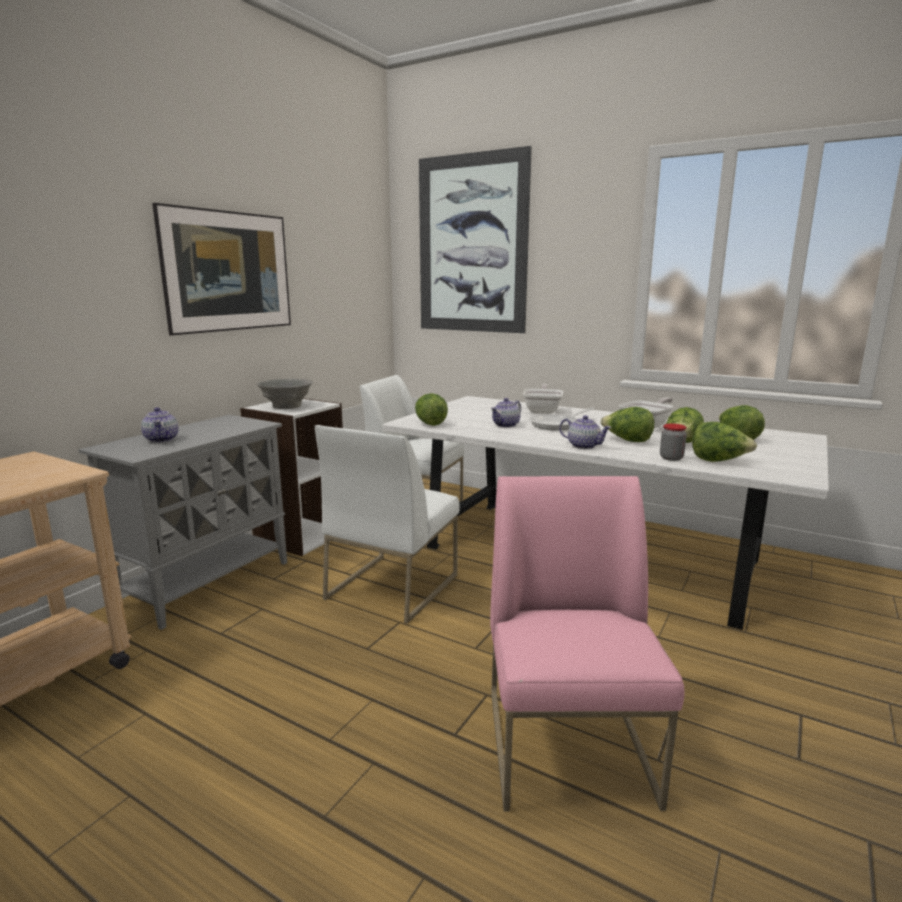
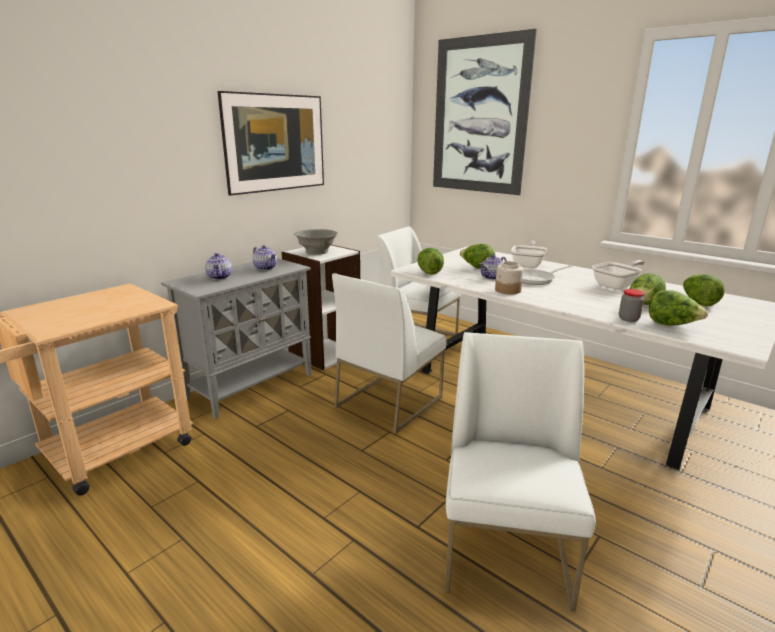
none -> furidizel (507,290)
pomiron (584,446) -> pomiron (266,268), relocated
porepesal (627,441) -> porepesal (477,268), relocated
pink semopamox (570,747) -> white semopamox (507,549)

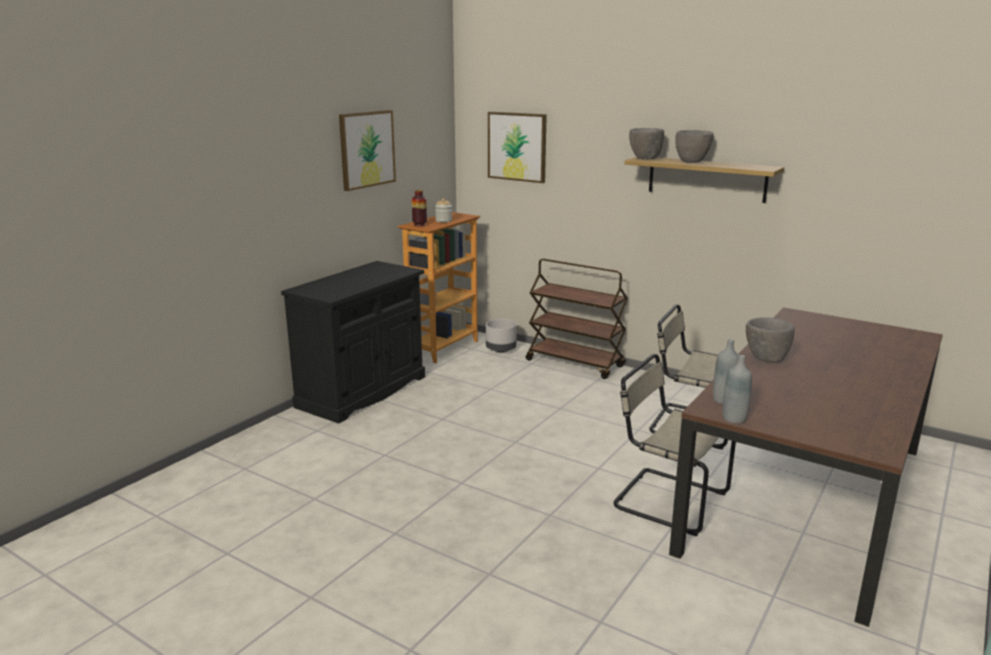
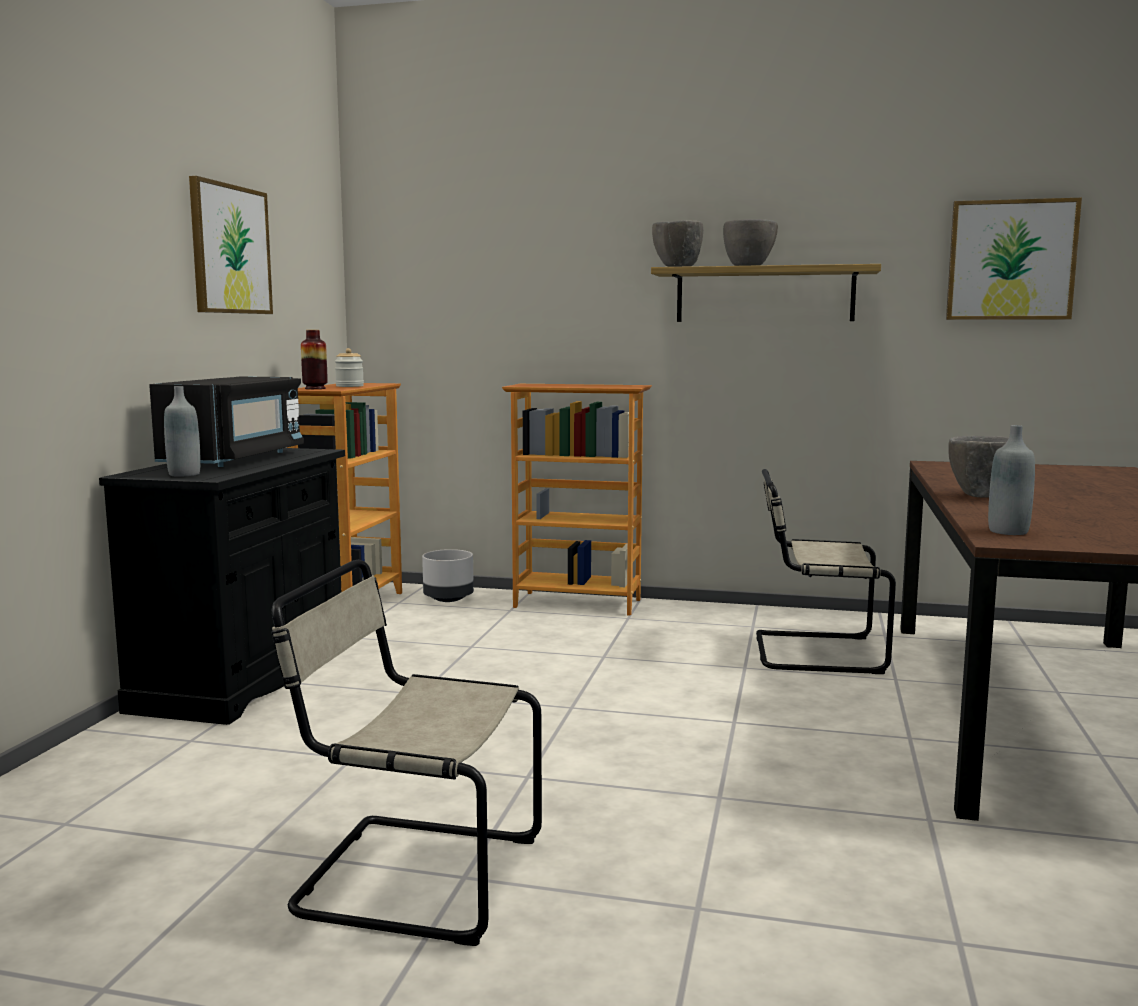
none -> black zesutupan (235,459)
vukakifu (517,146) -> vukakifu (1011,260), relocated
beige semopamox (666,499) -> beige semopamox (411,876), relocated
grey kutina (734,418) -> grey kutina (184,474), relocated
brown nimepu (575,363) -> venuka (578,603)

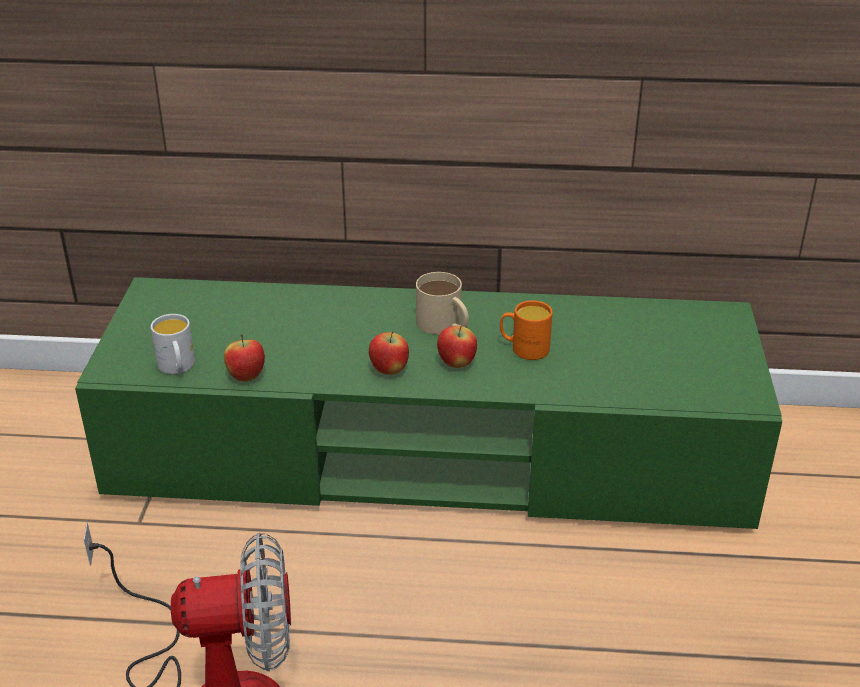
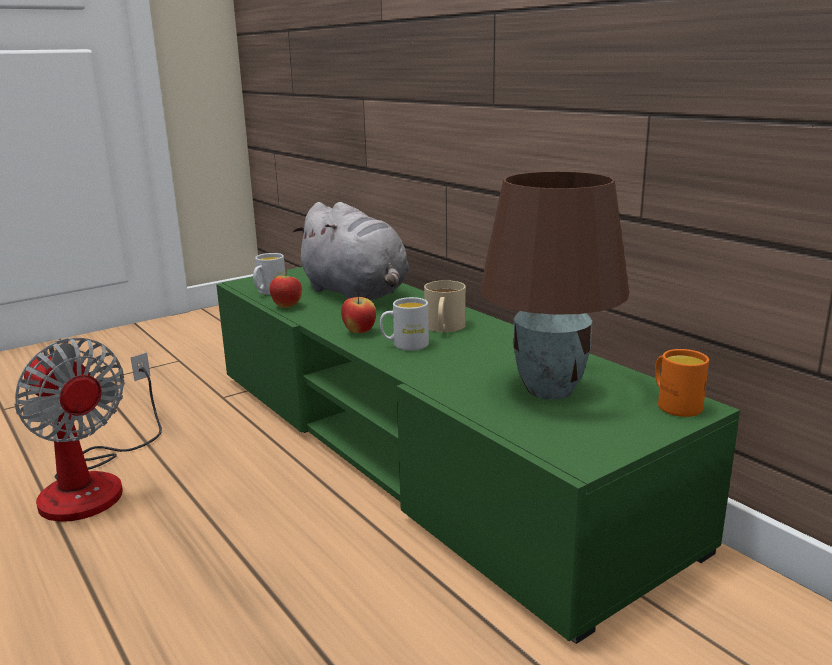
none -> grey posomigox (357,294)
none -> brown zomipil (548,389)
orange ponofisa (524,348) -> orange ponofisa (674,404), relocated
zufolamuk (456,364) -> white ponofisa (404,345)

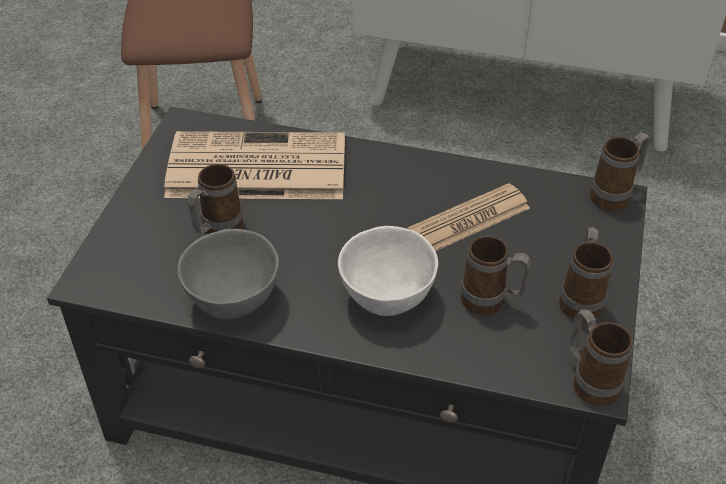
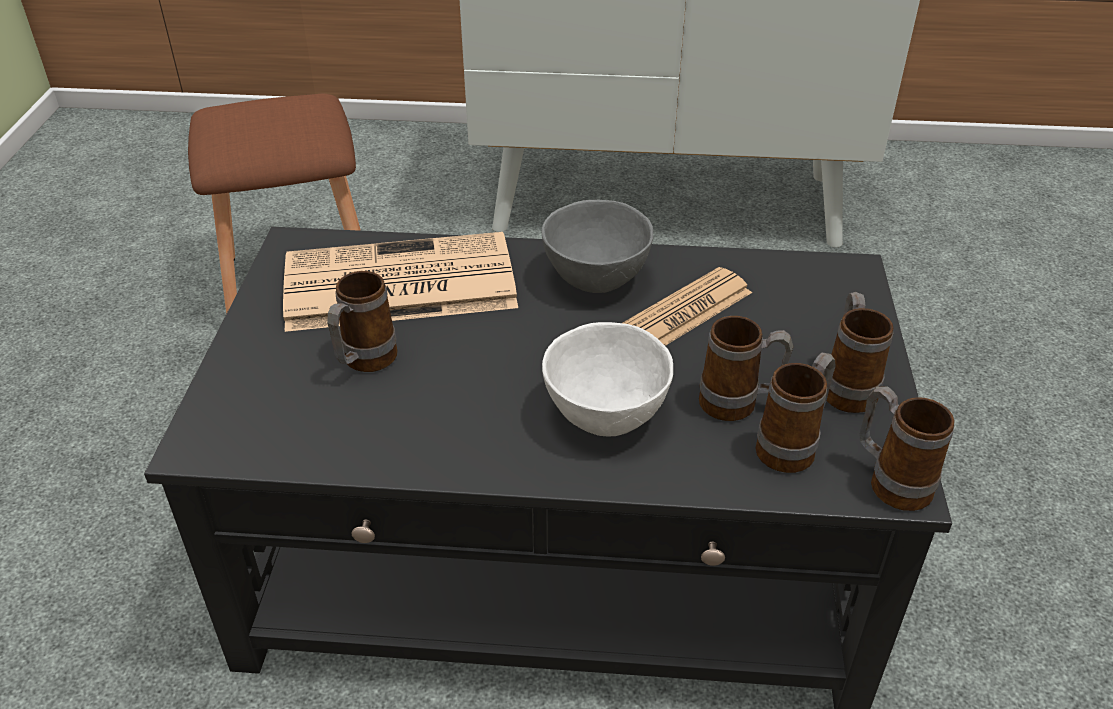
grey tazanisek (234,299) -> grey tazanisek (596,278), relocated
ponofisa (616,194) -> ponofisa (792,446), relocated

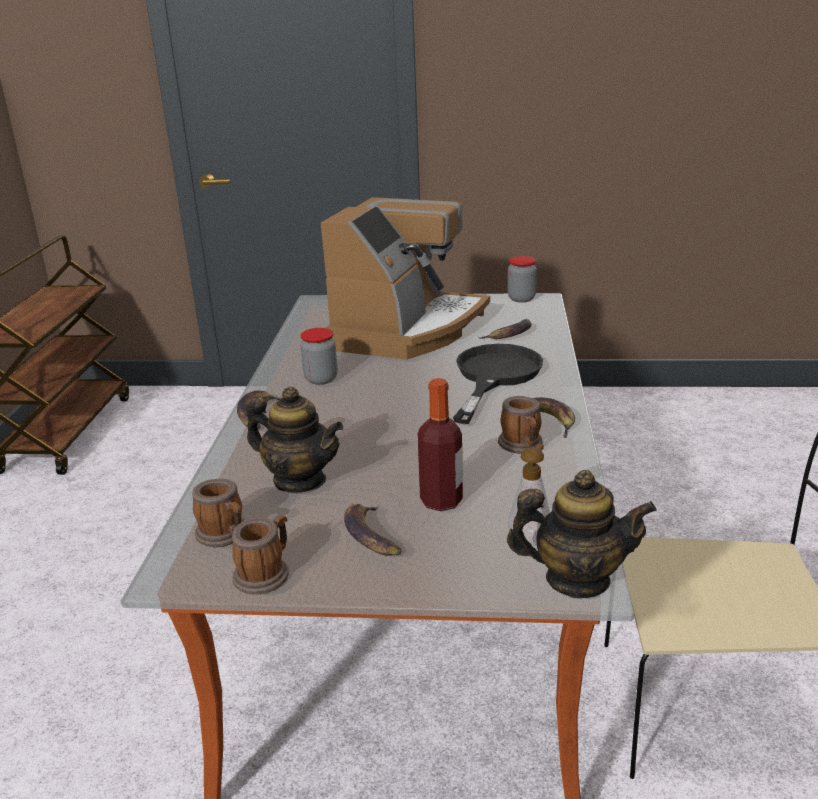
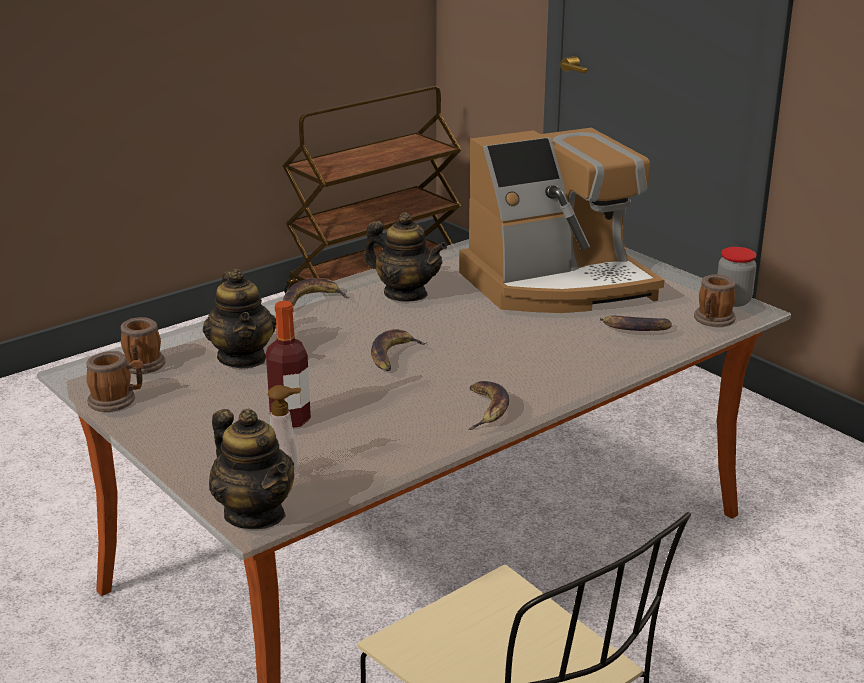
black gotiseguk (494,376) -> none
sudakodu (370,535) -> sudakodu (393,355), relocated
ponofisa (522,445) -> ponofisa (713,320), relocated
furidizel (321,379) -> pomiron (405,294)

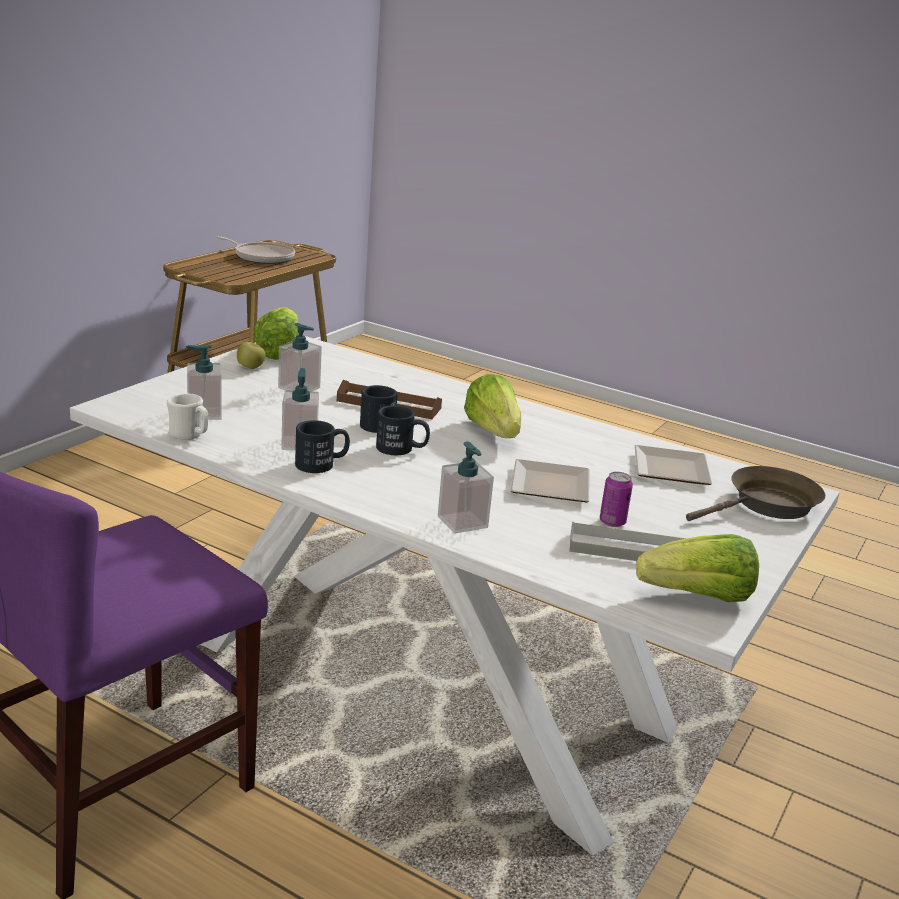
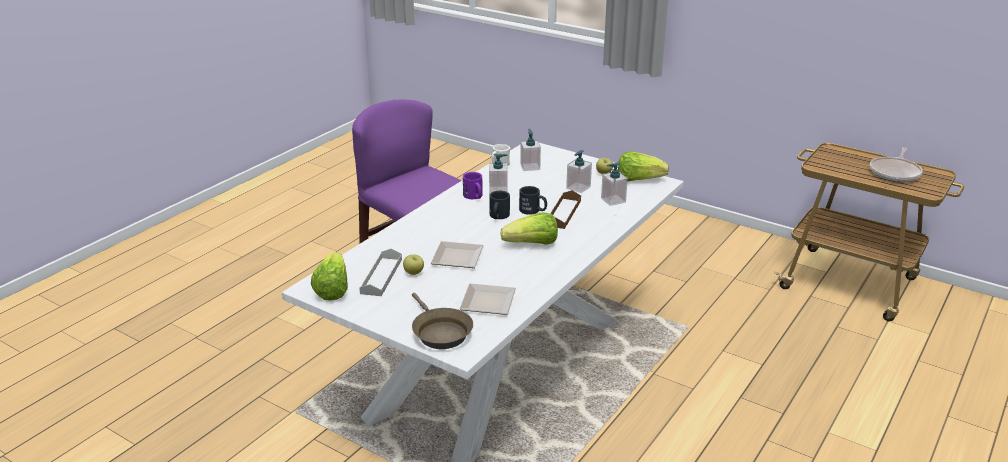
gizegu (462,522) -> gizegu (613,200), relocated
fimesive (612,522) -> zufolamuk (414,273)
black ponofisa (322,464) -> purple ponofisa (474,196)

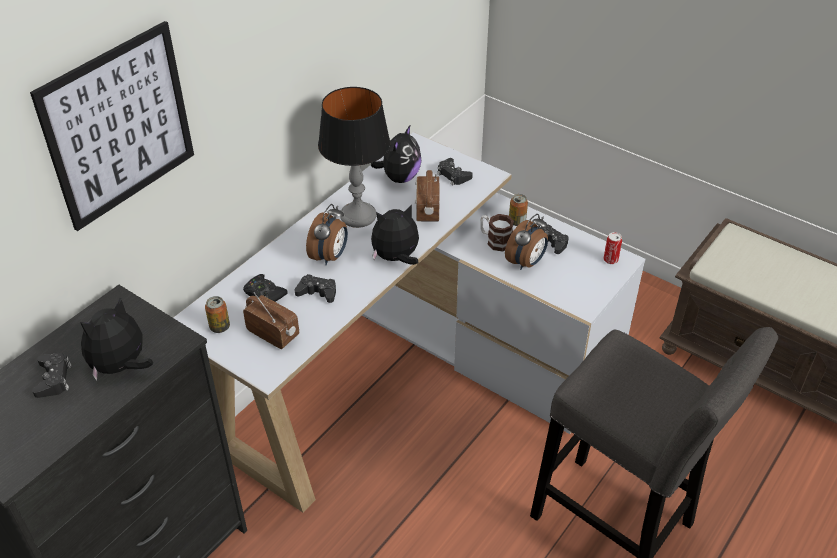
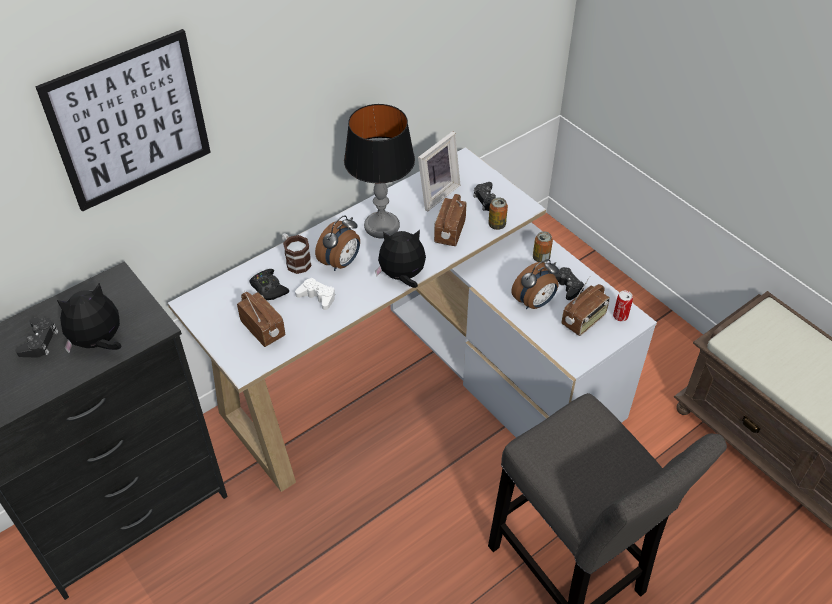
none -> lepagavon (584,321)
fimesive (219,327) -> fimesive (497,225), relocated
ponofisa (495,241) -> ponofisa (295,261), relocated
posomigox (399,177) -> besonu (435,193)
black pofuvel (317,292) -> white pofuvel (317,297)

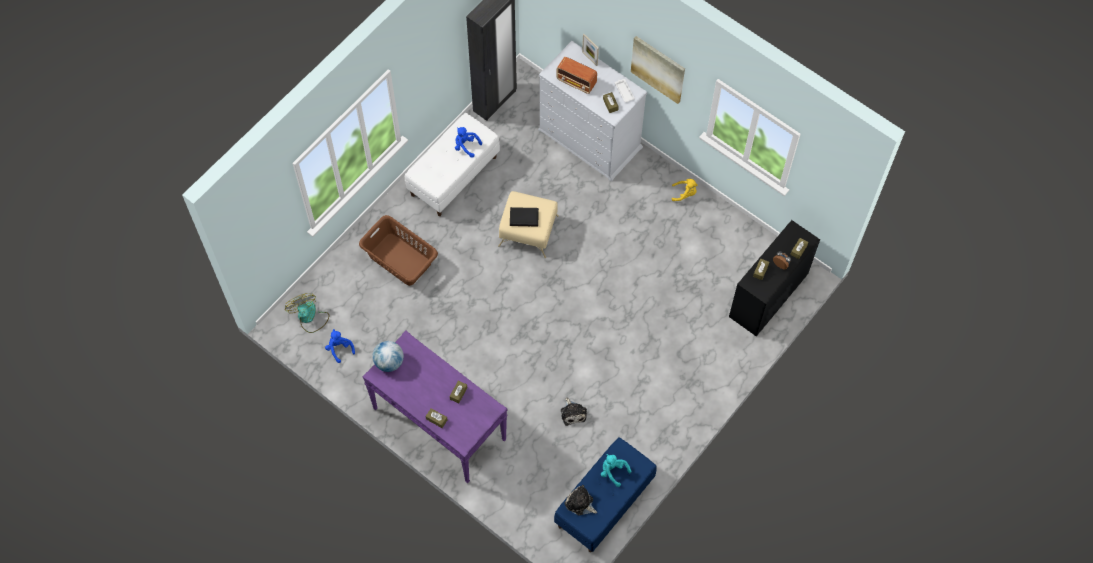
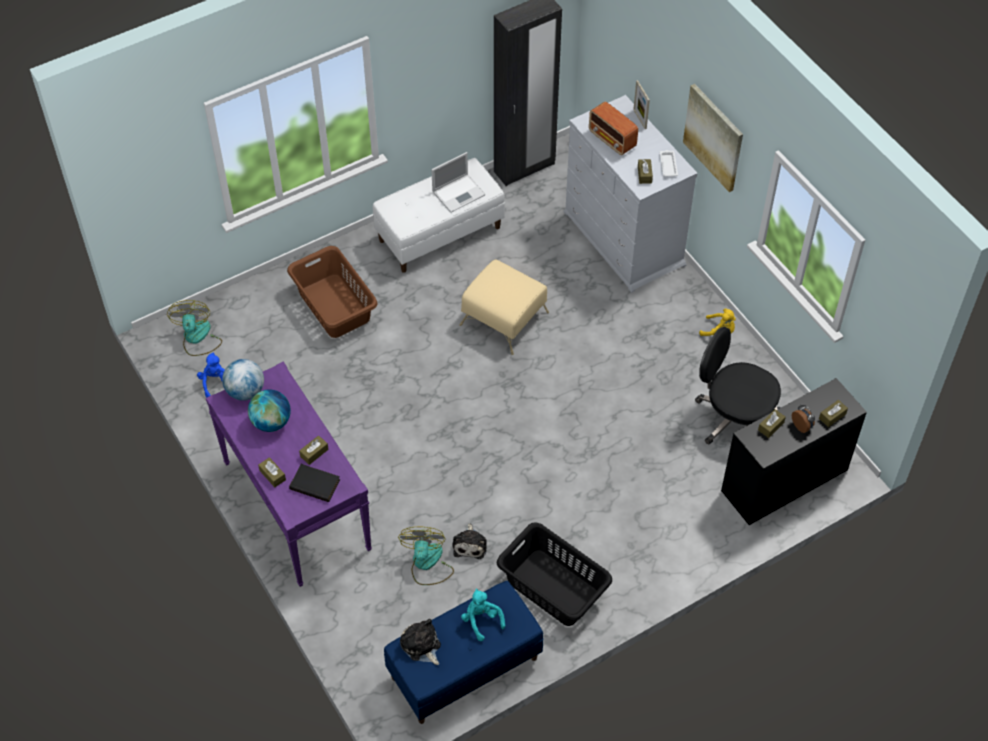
none -> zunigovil (271,422)
none -> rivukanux (427,564)
none -> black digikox (553,588)
none -> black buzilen (734,417)
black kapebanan (524,217) -> black kapebanan (315,484), relocated
blue posomigox (466,146) -> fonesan (459,193)

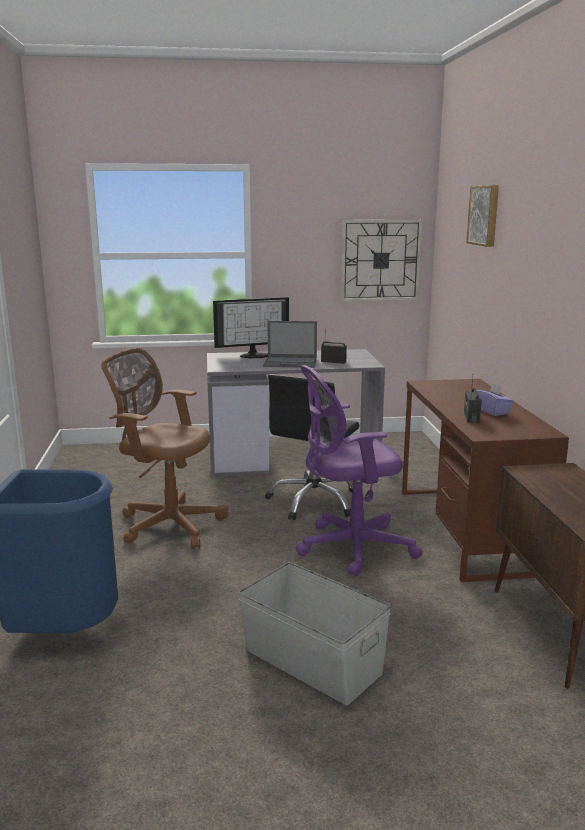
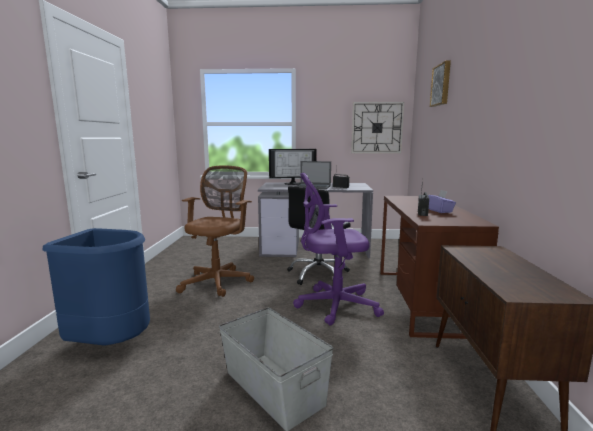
brown buzilen (168,524) -> brown buzilen (218,281), 75 degrees clockwise

